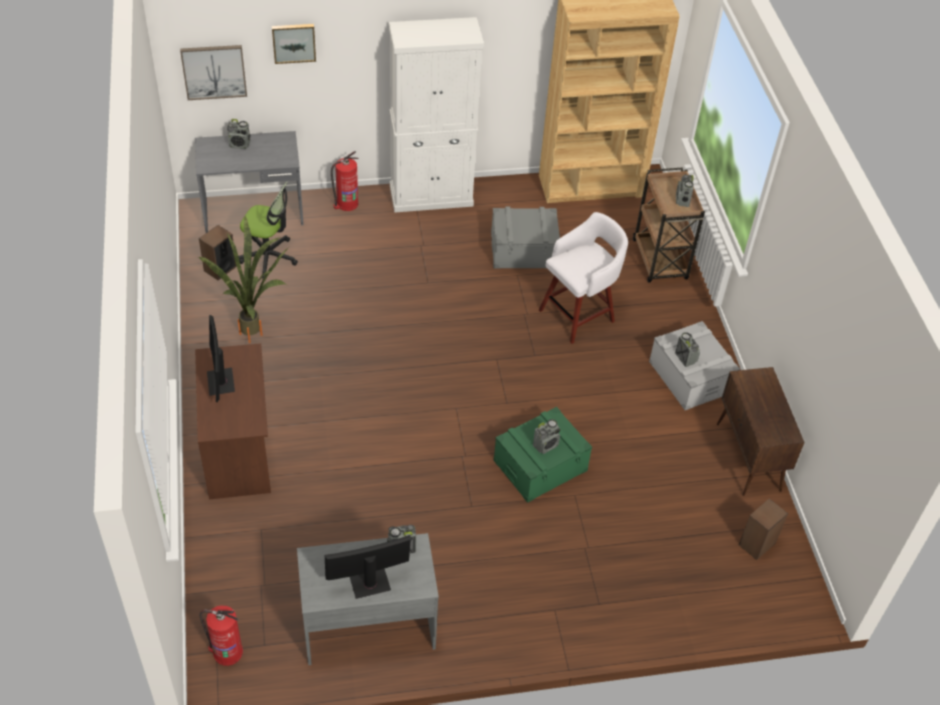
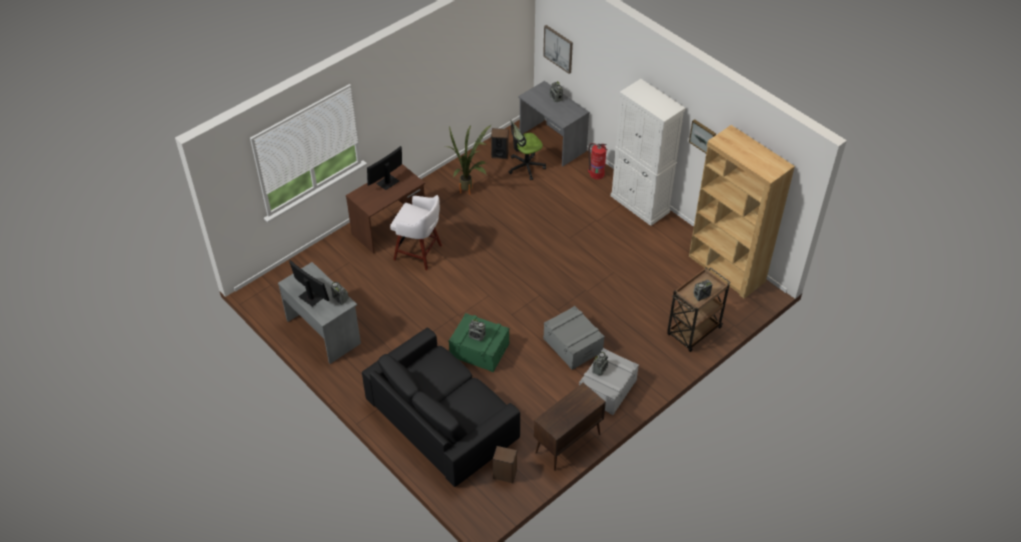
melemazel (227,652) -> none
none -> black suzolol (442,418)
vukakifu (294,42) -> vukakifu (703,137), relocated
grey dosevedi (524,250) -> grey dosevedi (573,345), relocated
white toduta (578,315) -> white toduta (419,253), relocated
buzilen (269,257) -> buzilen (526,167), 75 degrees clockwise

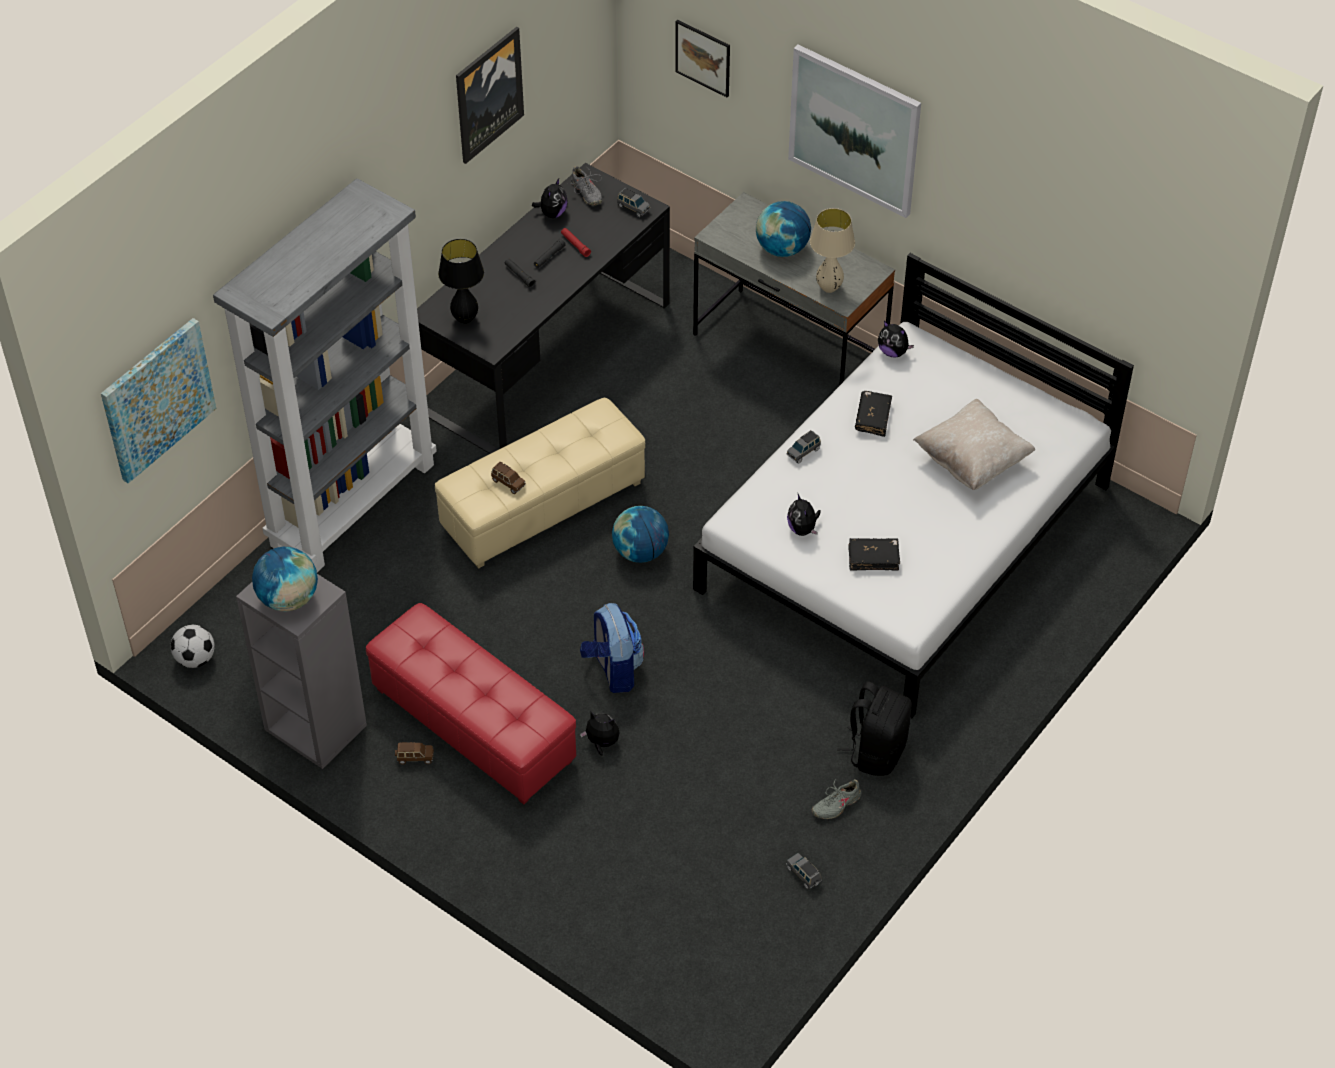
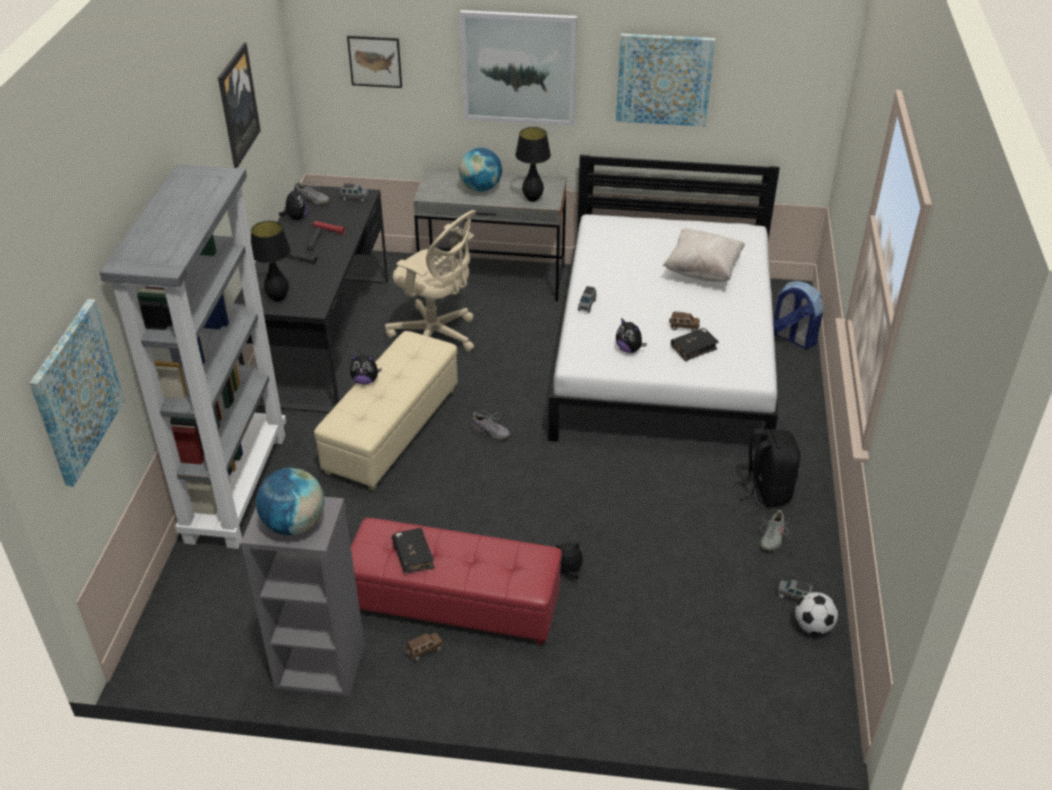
none -> beige buzilen (436,336)
none -> vukakifu (664,79)
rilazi (195,659) -> rilazi (813,626), relocated
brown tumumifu (508,483) -> brown tumumifu (683,327), relocated
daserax (613,669) -> daserax (792,338), relocated
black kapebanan (873,418) -> black kapebanan (413,555), relocated
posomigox (893,352) -> posomigox (365,381), relocated
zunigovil (640,552) -> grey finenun (490,432)
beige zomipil (829,288) -> black zomipil (532,199)

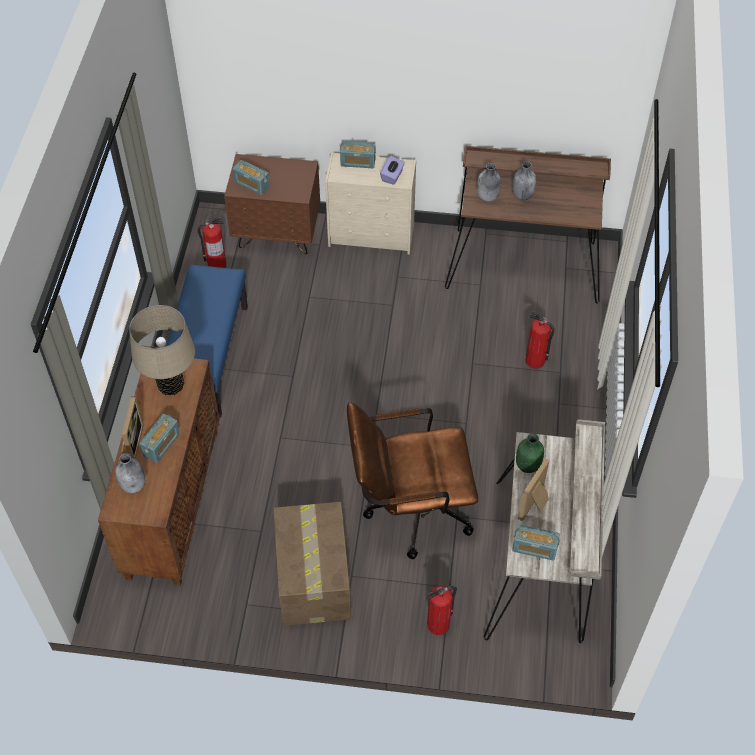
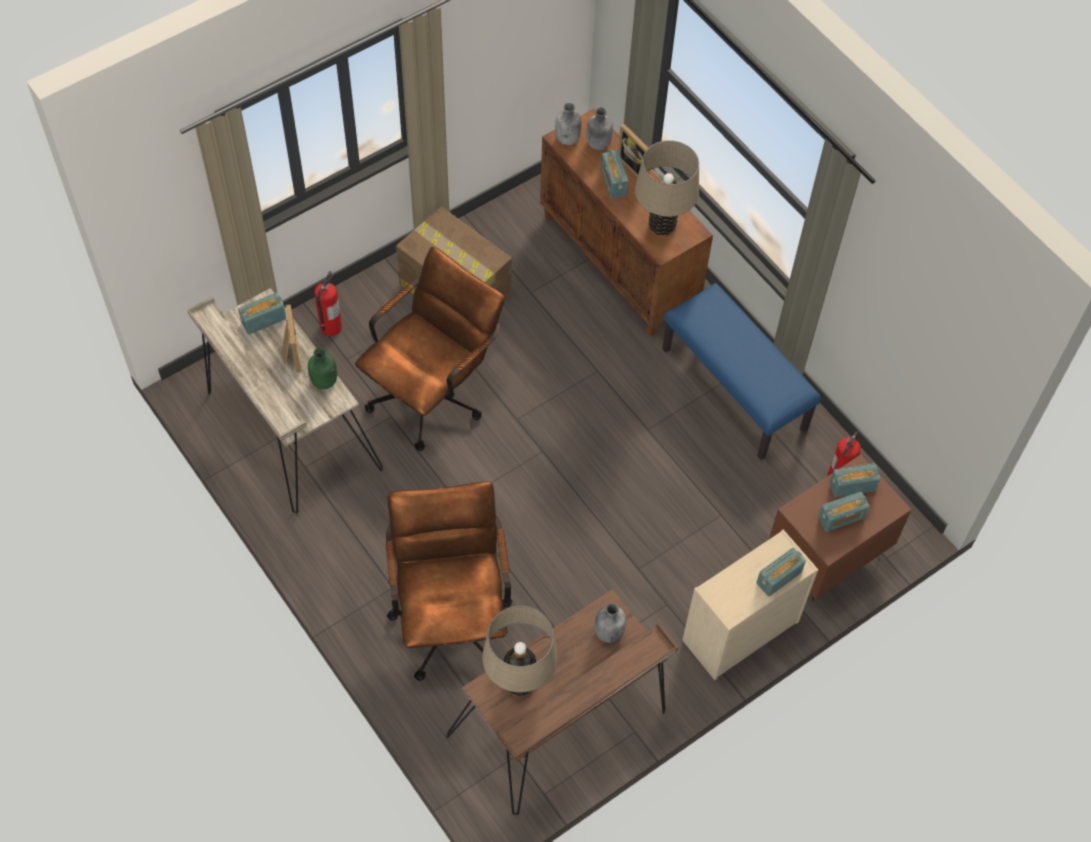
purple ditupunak (392,176) -> none
none -> beige zomipil (519,682)
none -> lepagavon (841,518)
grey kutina (522,195) -> grey kutina (568,139), relocated
melemazel (535,361) -> brown buzilen (451,616)

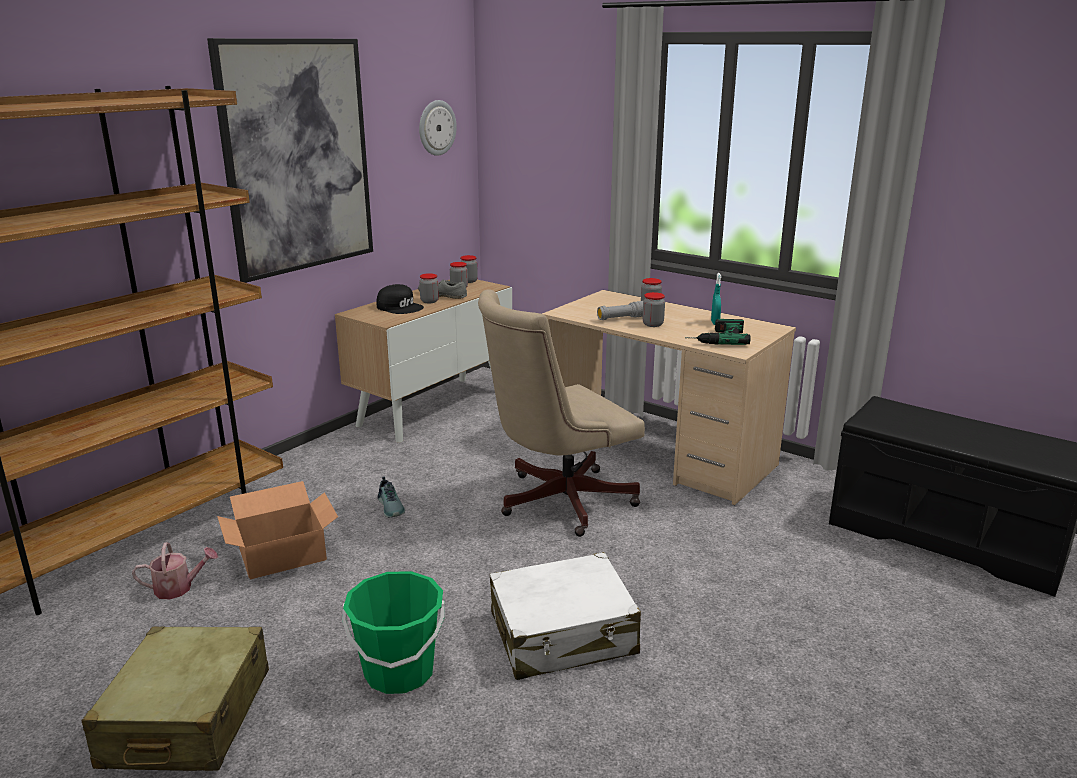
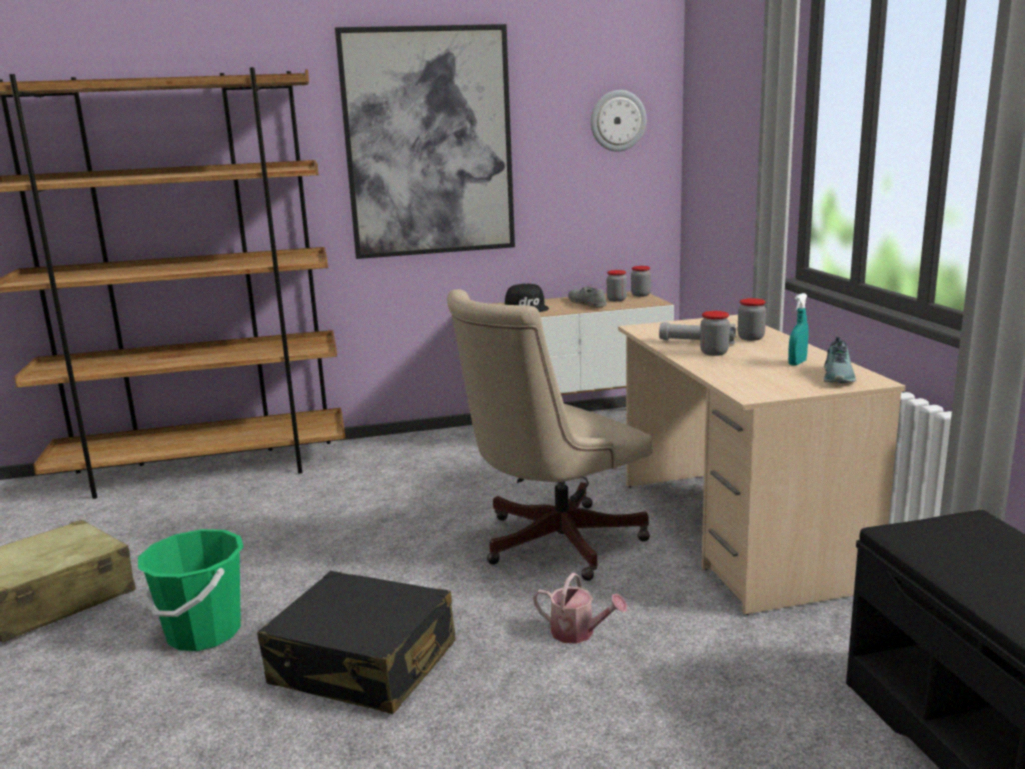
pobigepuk (284,555) -> none
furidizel (429,301) -> none
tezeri (714,338) -> none
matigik (179,588) -> matigik (578,633), relocated
finenun (392,507) -> finenun (839,376), relocated
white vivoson (563,635) -> black vivoson (363,664)
beige buzilen (557,502) -> beige buzilen (551,543), 45 degrees counterclockwise

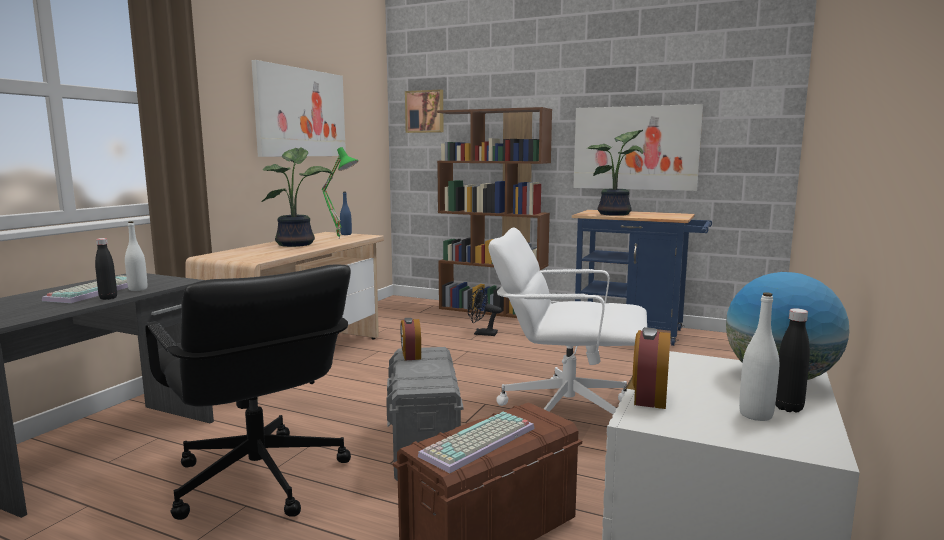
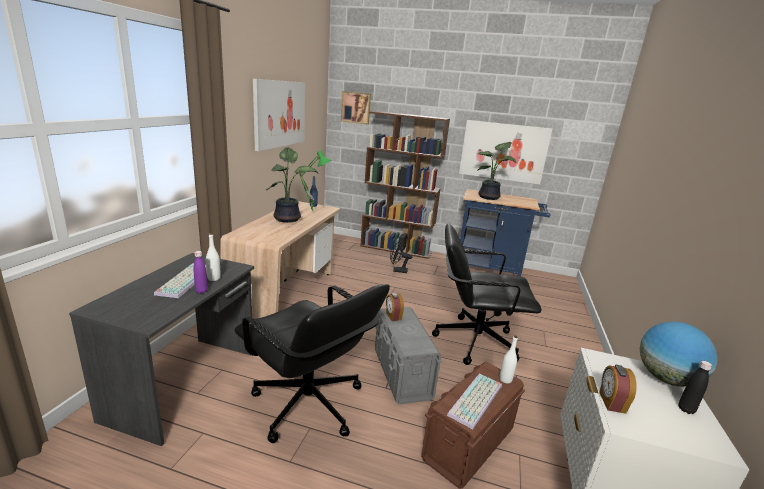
white kutina (755,415) -> white kutina (505,379), relocated
black kutina (108,298) -> purple kutina (201,291)
white buzilen (565,411) -> black buzilen (474,340)

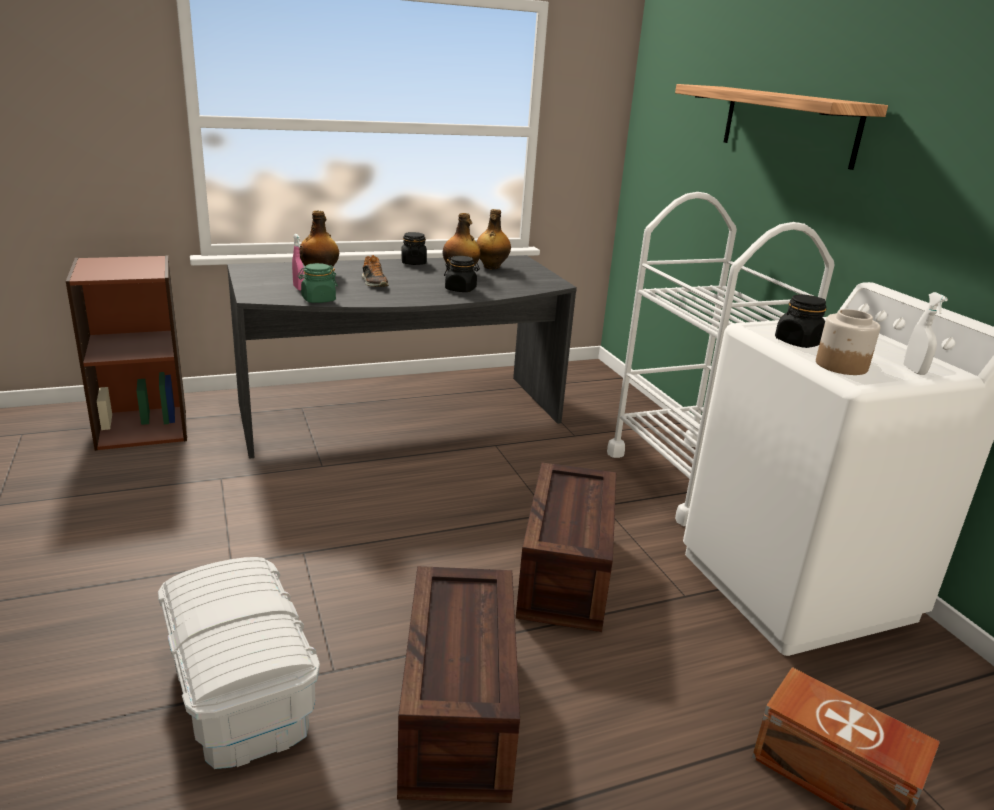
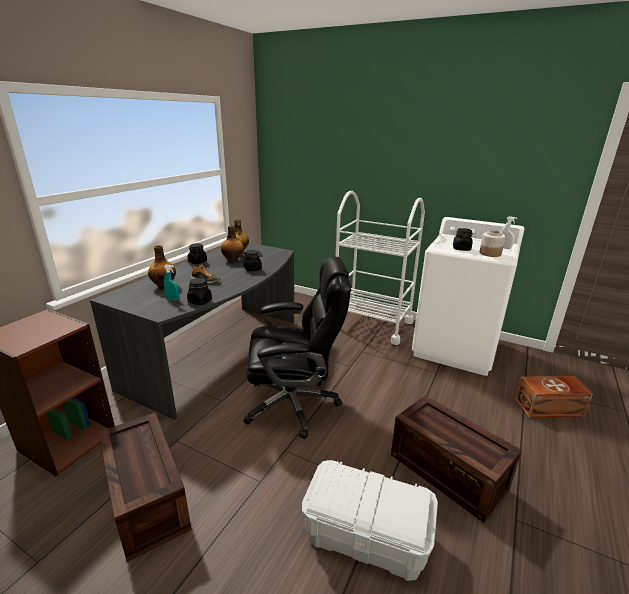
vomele (788,125) -> none
none -> black buzilen (294,404)
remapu (562,571) -> remapu (145,497), relocated
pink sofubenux (298,288) -> turquoise sofubenux (173,299)
green furidizel (318,300) -> black furidizel (200,301)

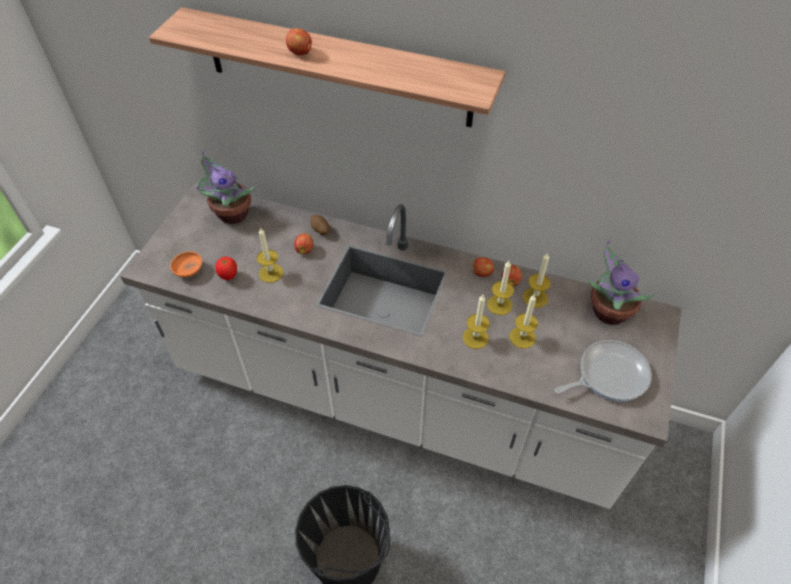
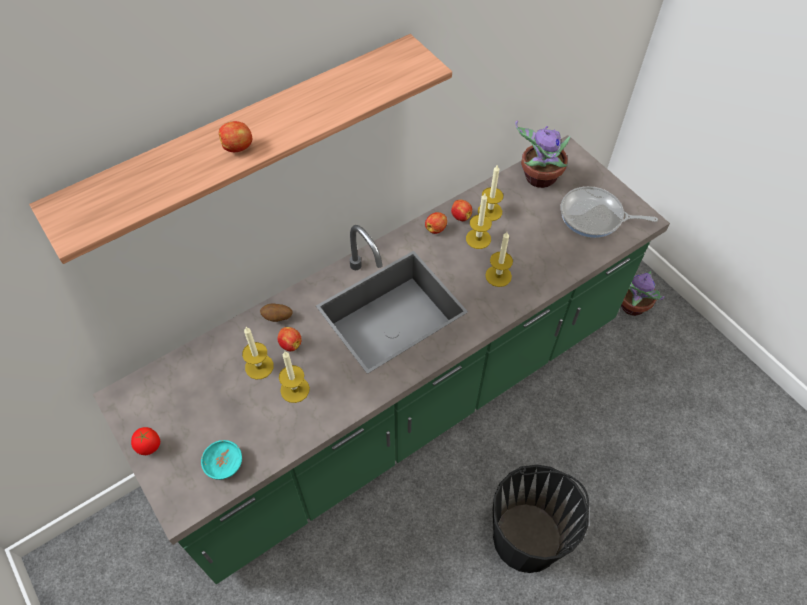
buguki (231,214) -> buguki (631,307), relocated
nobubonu (228,276) -> nobubonu (150,447), relocated
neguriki (522,337) -> neguriki (259,366), relocated
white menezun (395,398) -> green menezun (402,403)
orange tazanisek (189,270) -> turquoise tazanisek (224,464)
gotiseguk (608,375) -> gotiseguk (594,217), 90 degrees counterclockwise

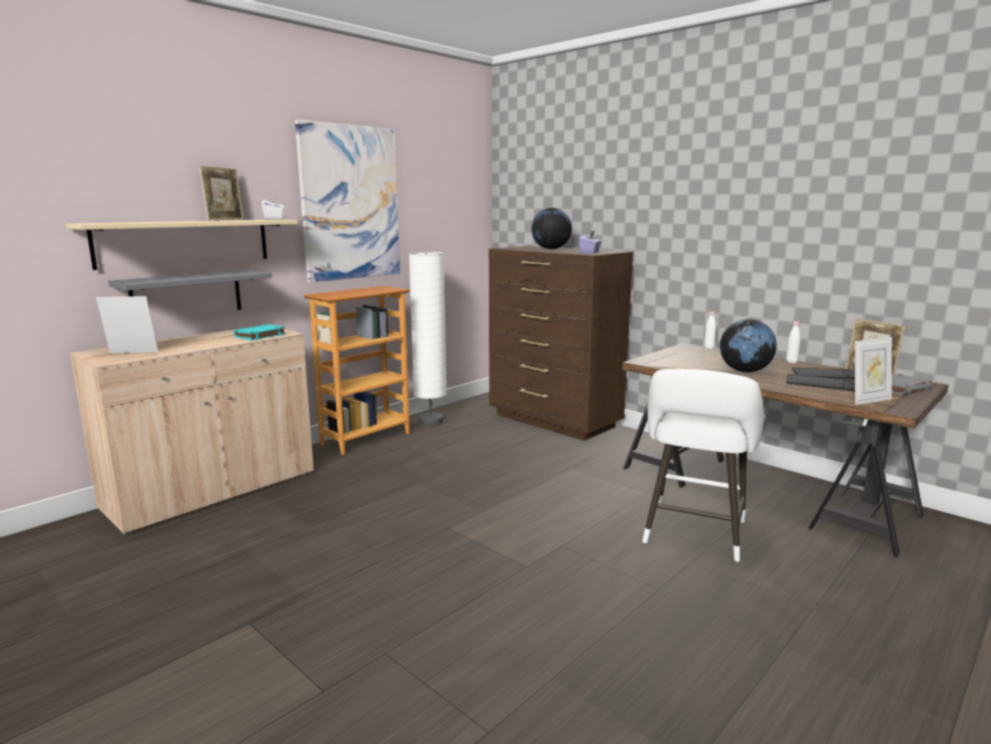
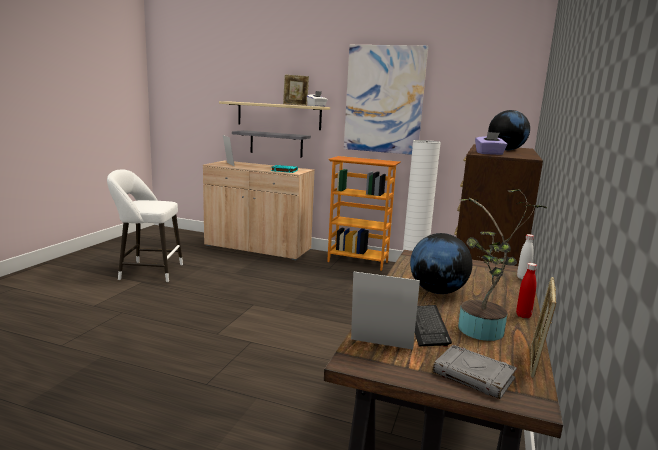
white toduta (693,536) -> white toduta (147,272), relocated
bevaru (827,375) -> buguki (481,332)
white kutina (791,362) -> red kutina (523,315)
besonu (868,400) -> besonu (380,347), 150 degrees clockwise

